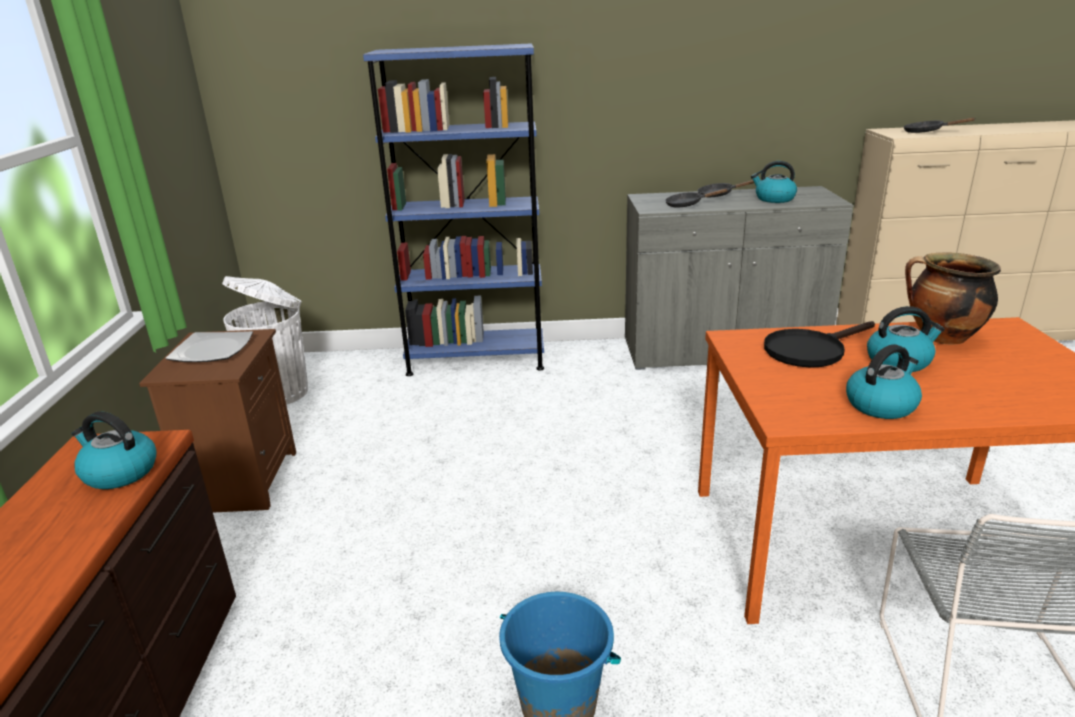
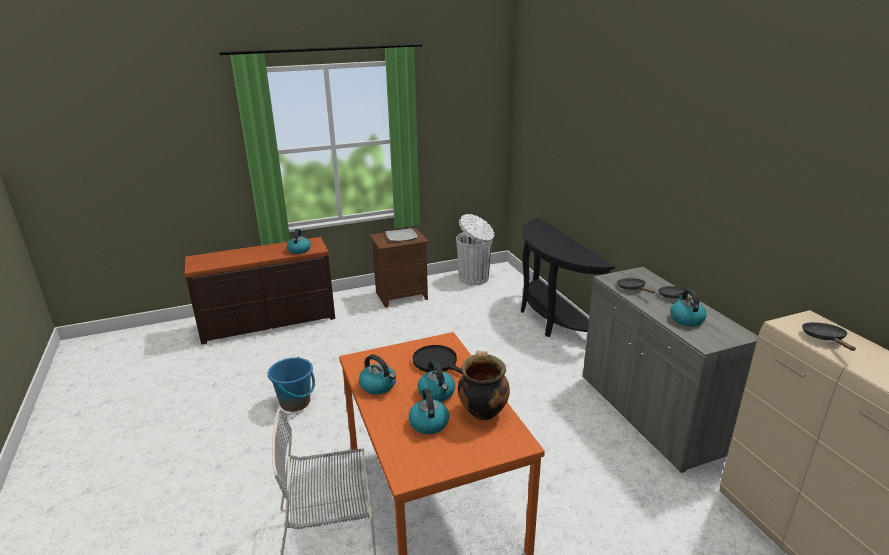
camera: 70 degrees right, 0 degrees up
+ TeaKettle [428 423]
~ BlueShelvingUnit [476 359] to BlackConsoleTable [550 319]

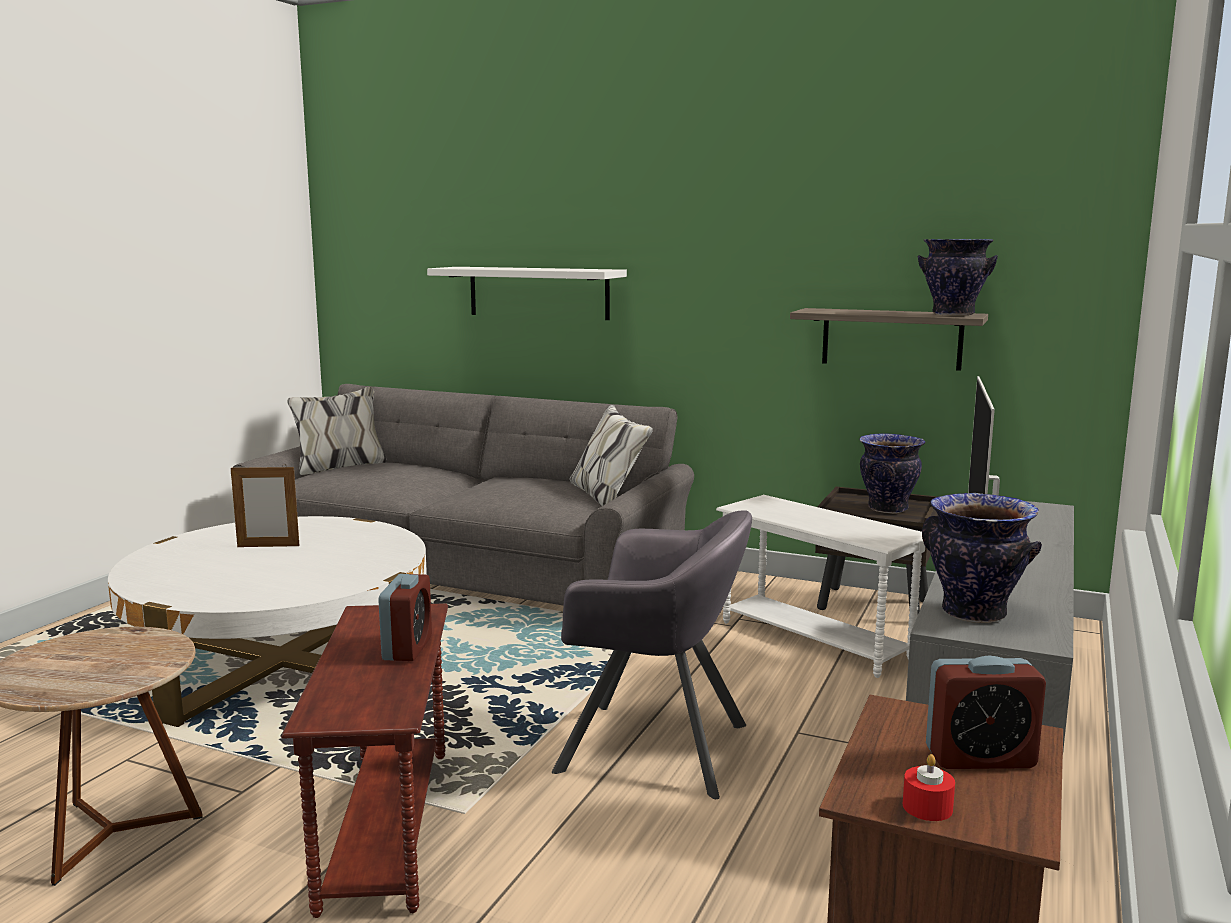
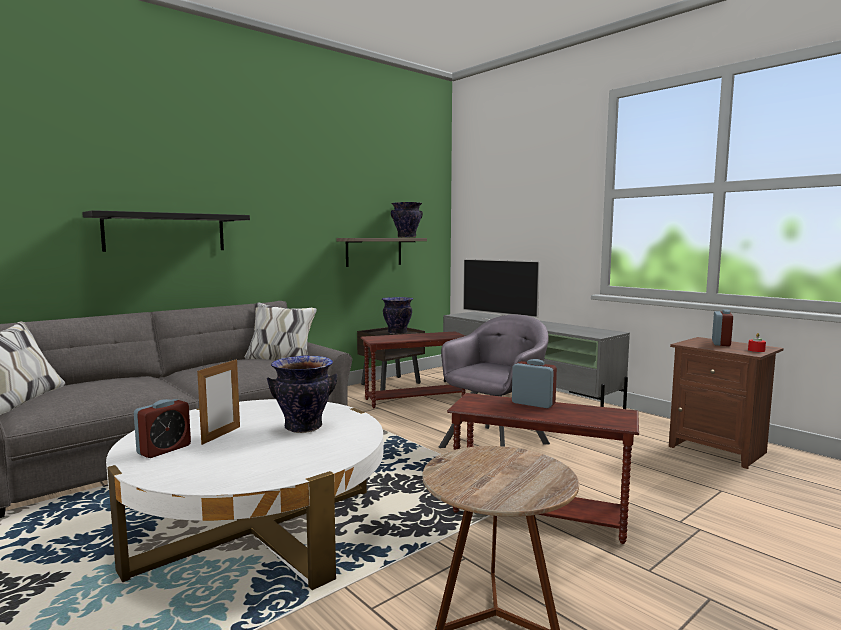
camera: 65 degrees left, 5 degrees down
~ WhiteWallShelf [538 292] to BlackWallShelf [165 232]
+ TableClock [164 449]
~ Vase [973 613] to [303 427]
~ WhiteSideTable [814 640] to BrownSideTable [415 399]

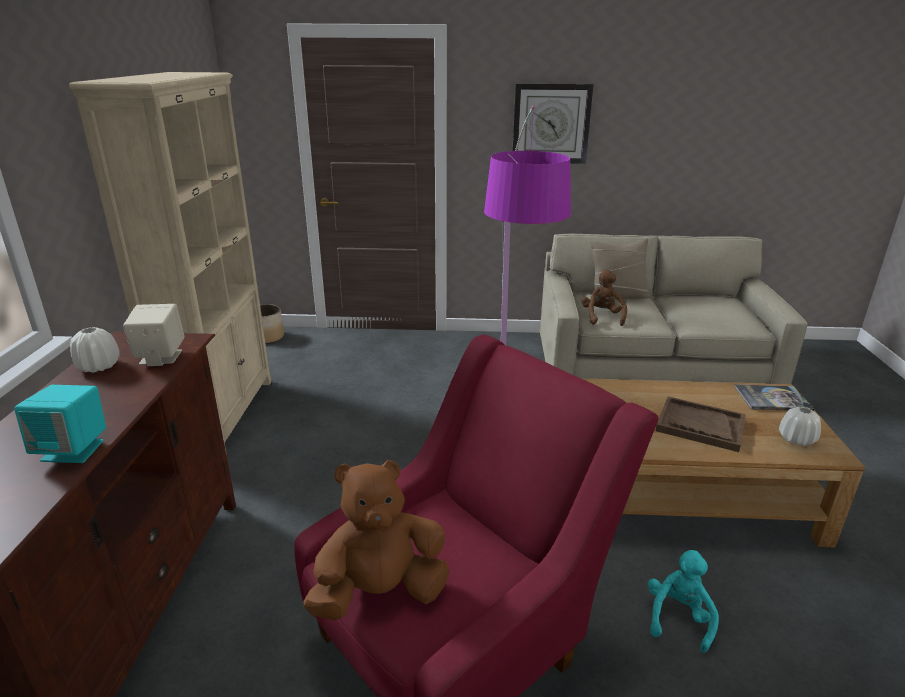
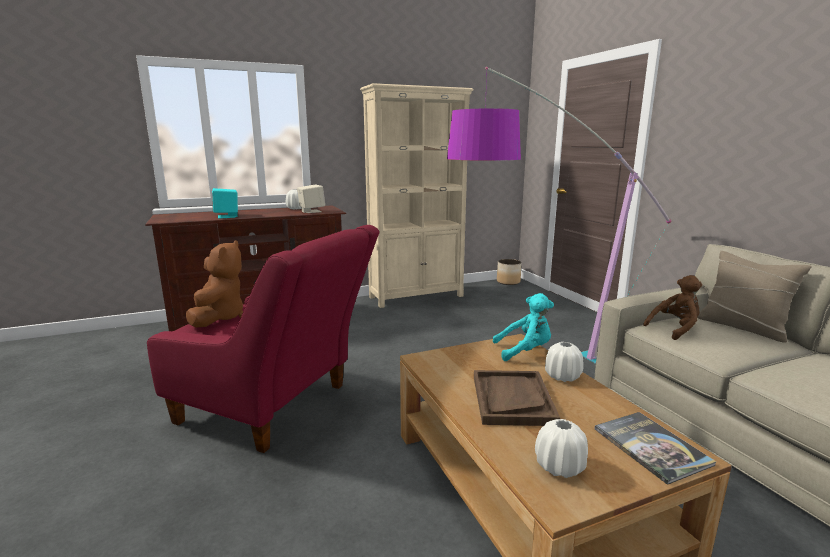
camera: 65 degrees right, 10 degrees down
~ BrownCuddlyToy [380 592] = [219 317] 45 degrees clockwise
~ TurquoiseColouredCuddlyToy [678 617] to [525 351]
+ WhiteVase [562 376]
- WallClock [551 124]

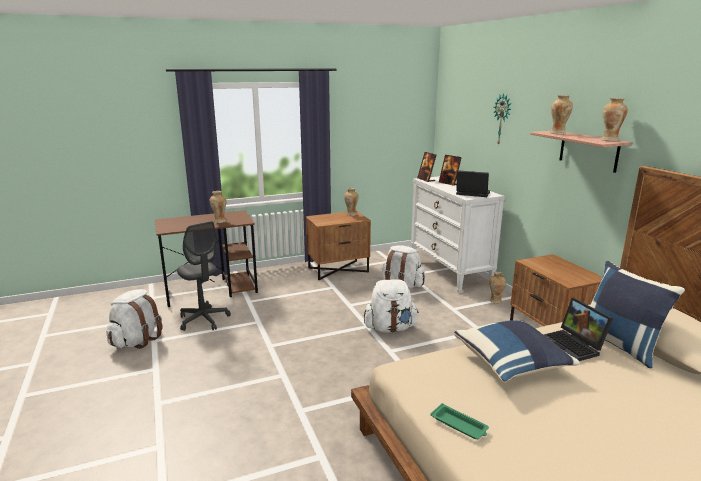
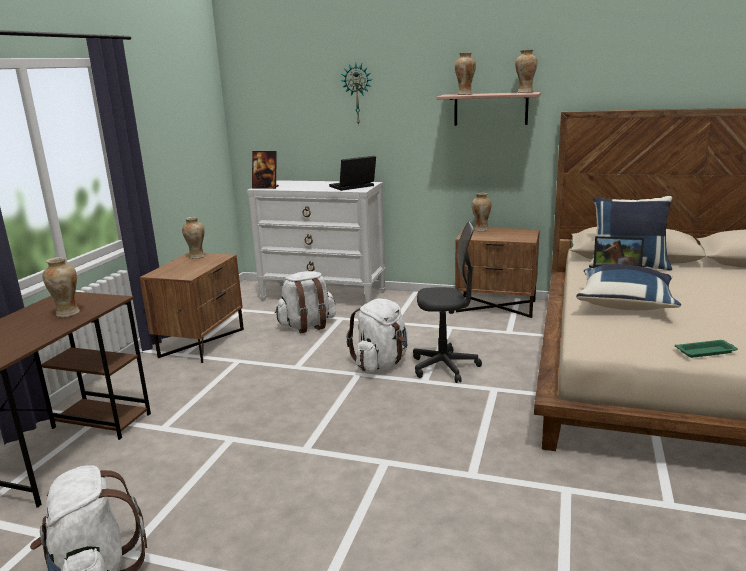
camera: 50 degrees left, 0 degrees up
~ GreyishDeskChair [204 320] to [444 367]
~ Vase [495 301] to [481 229]
- StandingFrame [449 183]

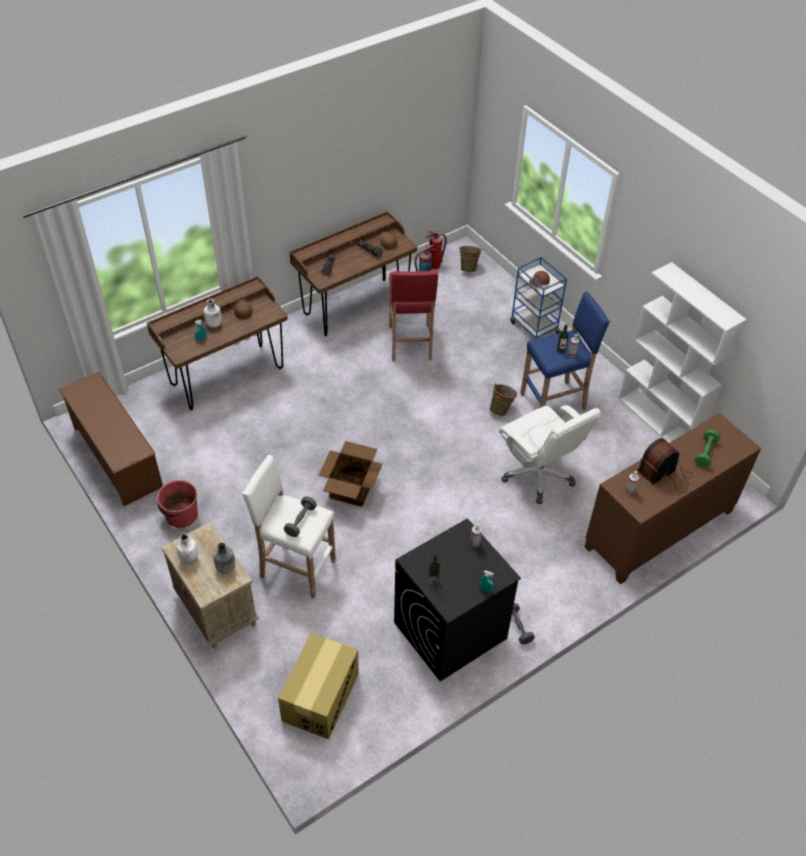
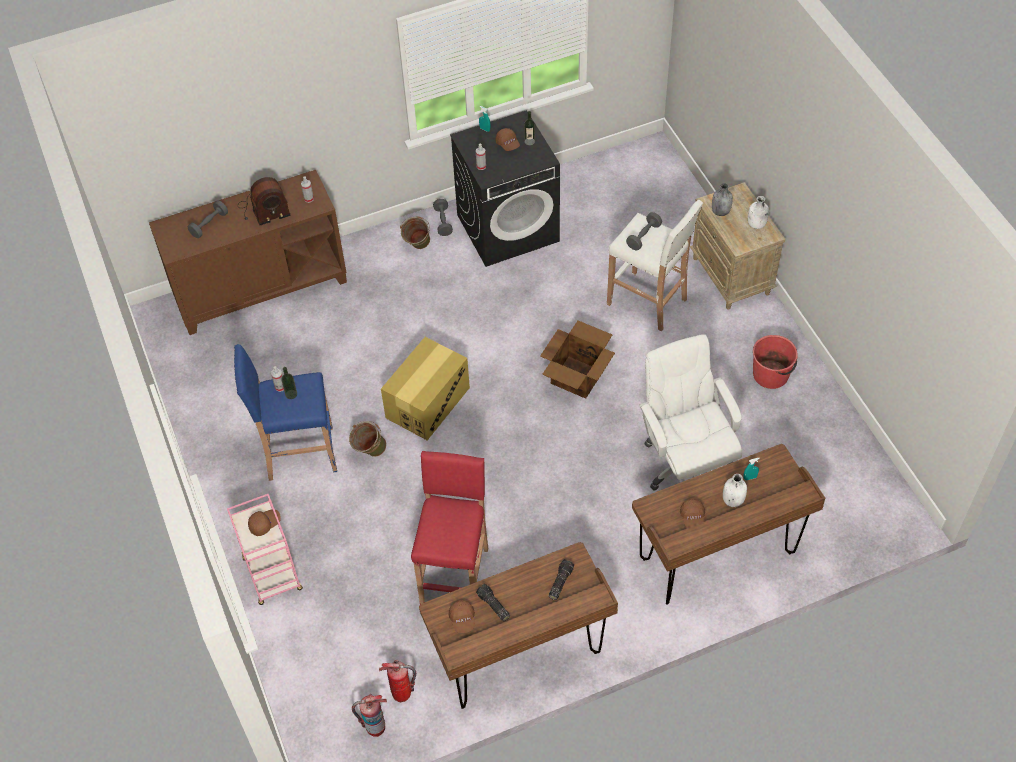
camera: 165 degrees left, 5 degrees up
~ GreenDumbbell [705 453] to GreyishDumbbell [209 224]
~ BlueWheeledCart [534 328] to PinkishWheeledCart [273 575]
~ Carton [320 697] to [428 402]
~ GreenBucket [469 268] to [417 247]
+ BrownBaseballCap [508 144]
~ WhiteDeskChair [538 474] to [685 463]
- BrownShoeShelf [117 457]
- WhiteShelvingUnit [659 421]

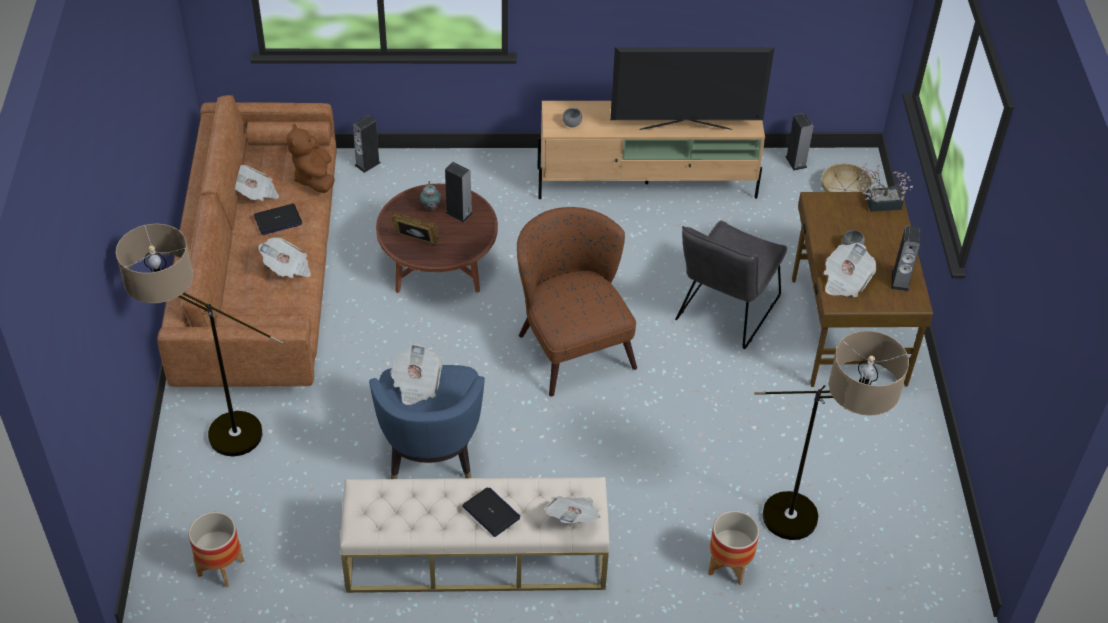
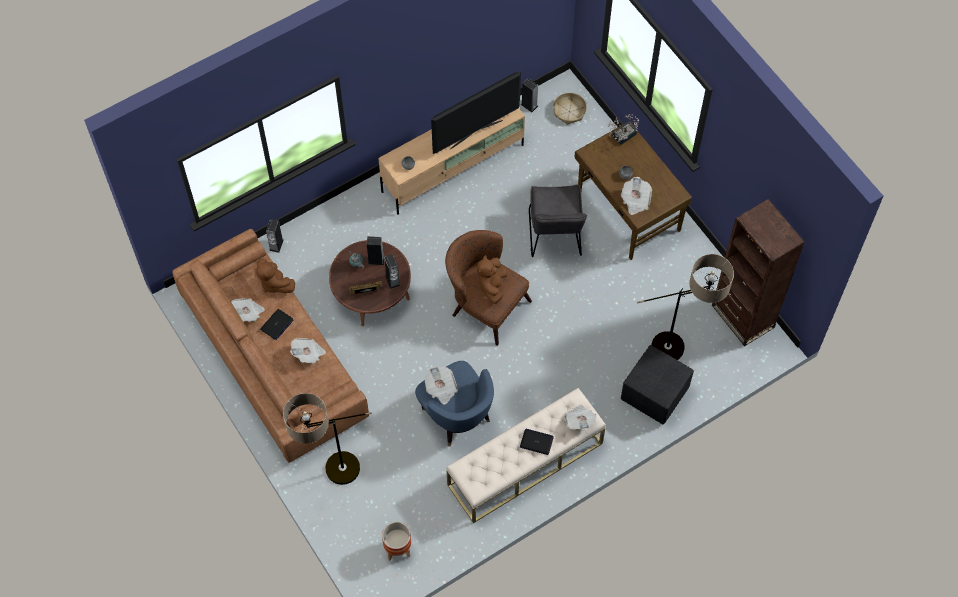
camera: 30 degrees left, 15 degrees up
~ Loudspeaker [900 281] to [392 280]
+ BrownCuddlyToy [492 285]
~ FlowerPot [729 566] to BlackFootrest [655 394]
+ BrownShelvingUnit [742 316]

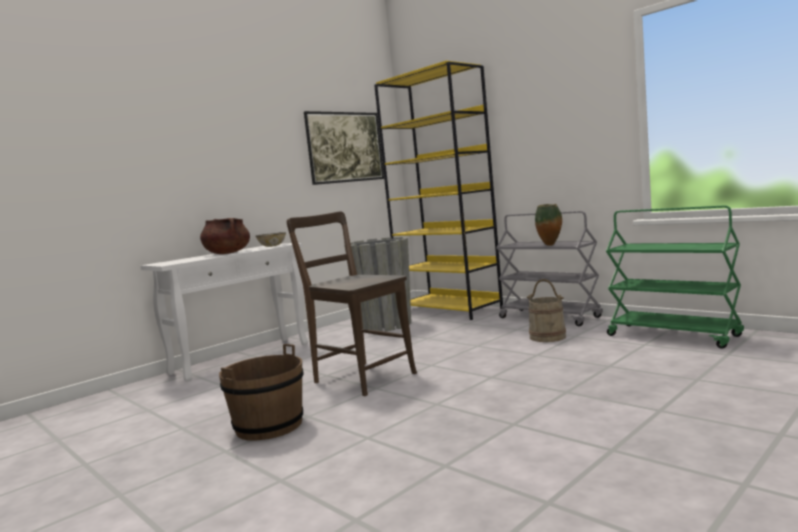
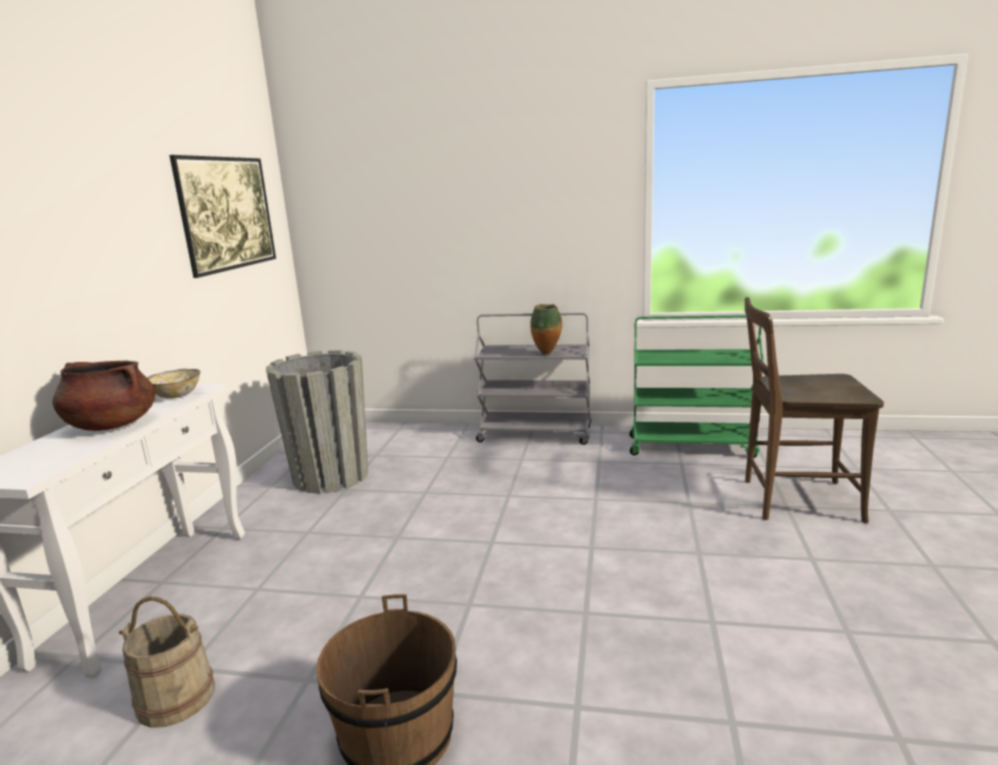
camera: 35 degrees left, 10 degrees up
~ BeigeBucket [547 337] to [176 697]
~ BrownPlainChair [361 377] to [794 500]
- YellowishShelvingUnit [450 310]

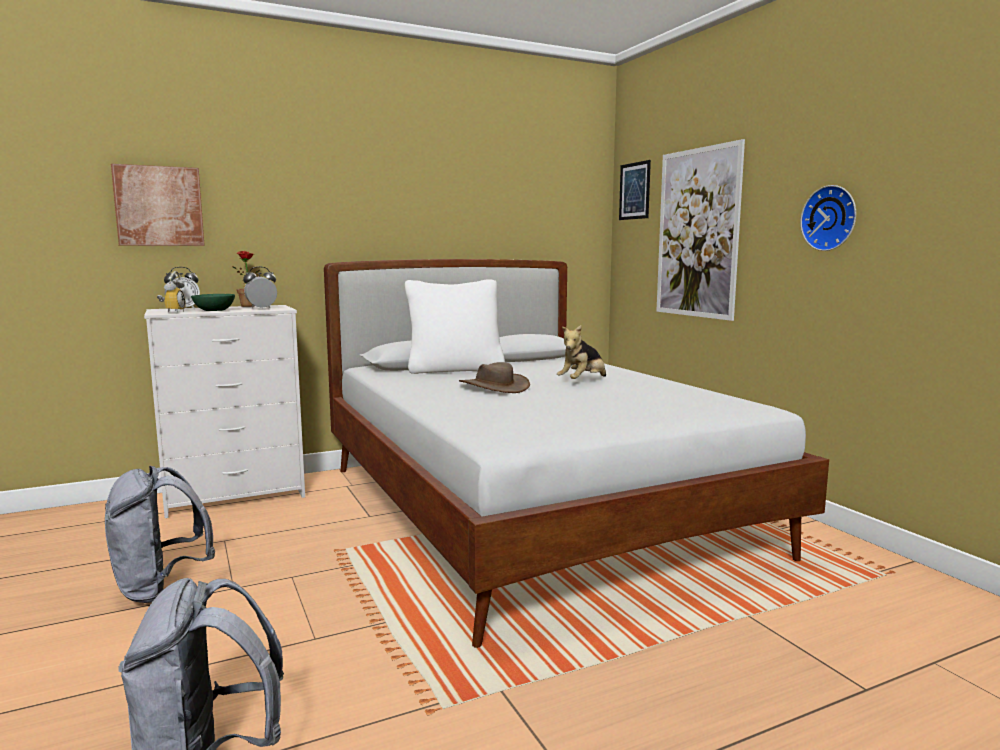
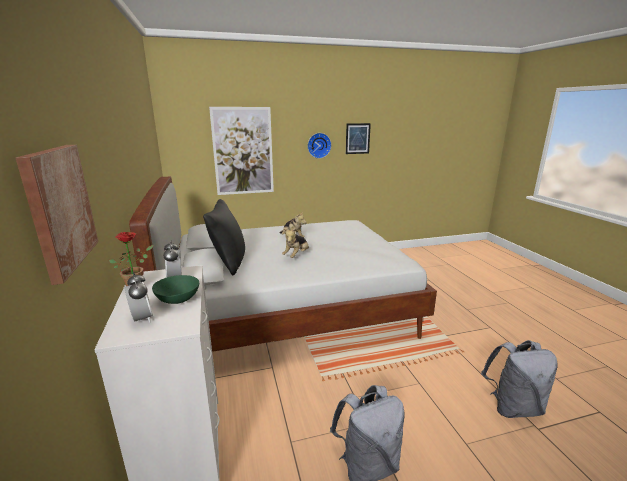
camera: 80 degrees left, 10 degrees up
~ WhitePillow [455 369] to BlackPillow [229 262]
~ BrownHat [494 386] to CuddlyToy [296 255]
~ WallArt [634 191] to [357 138]
- TableClock [172 311]

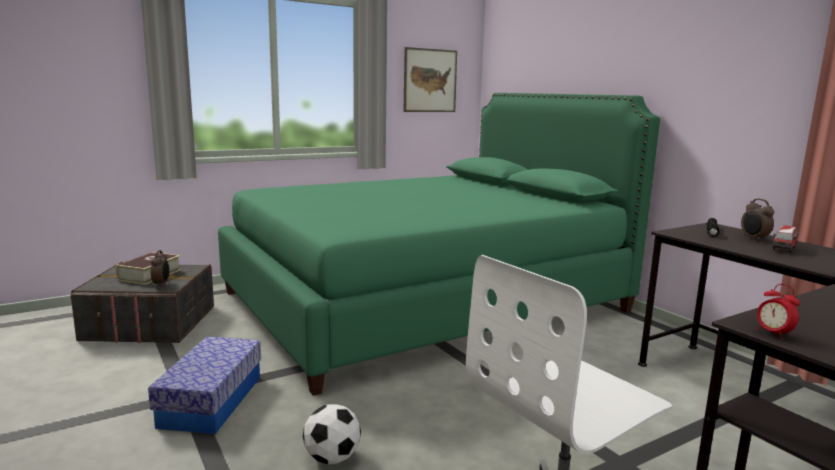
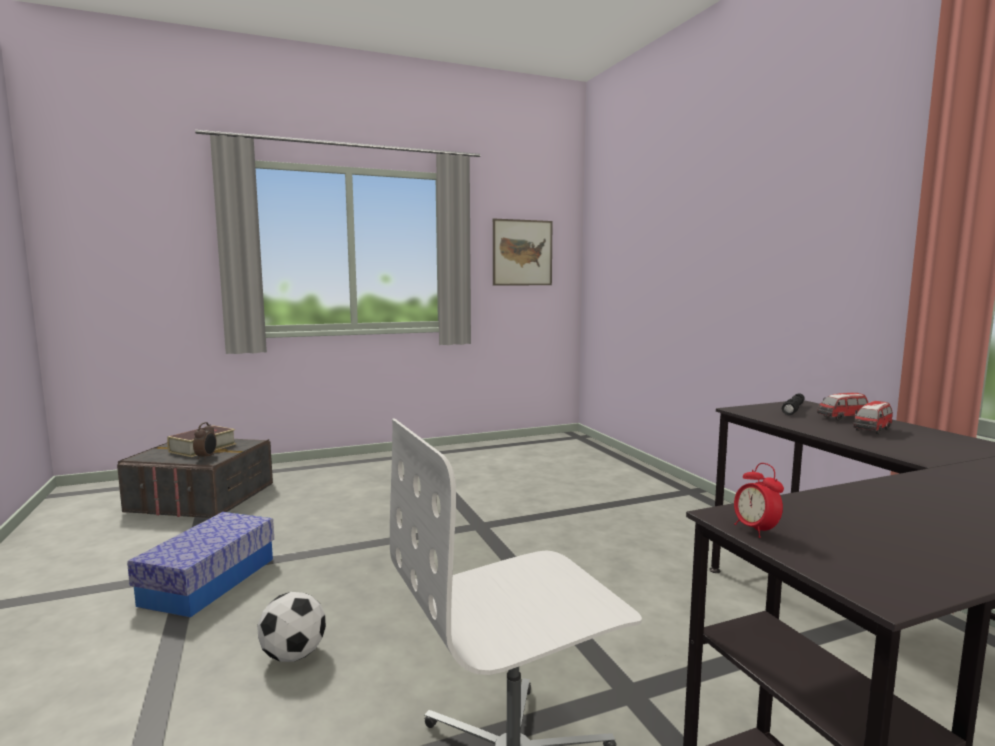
camera: 10 degrees right, 5 degrees down
~ TableClock [754 239] to ModelCar [842 418]
- GreenSleepingBed [424 302]

